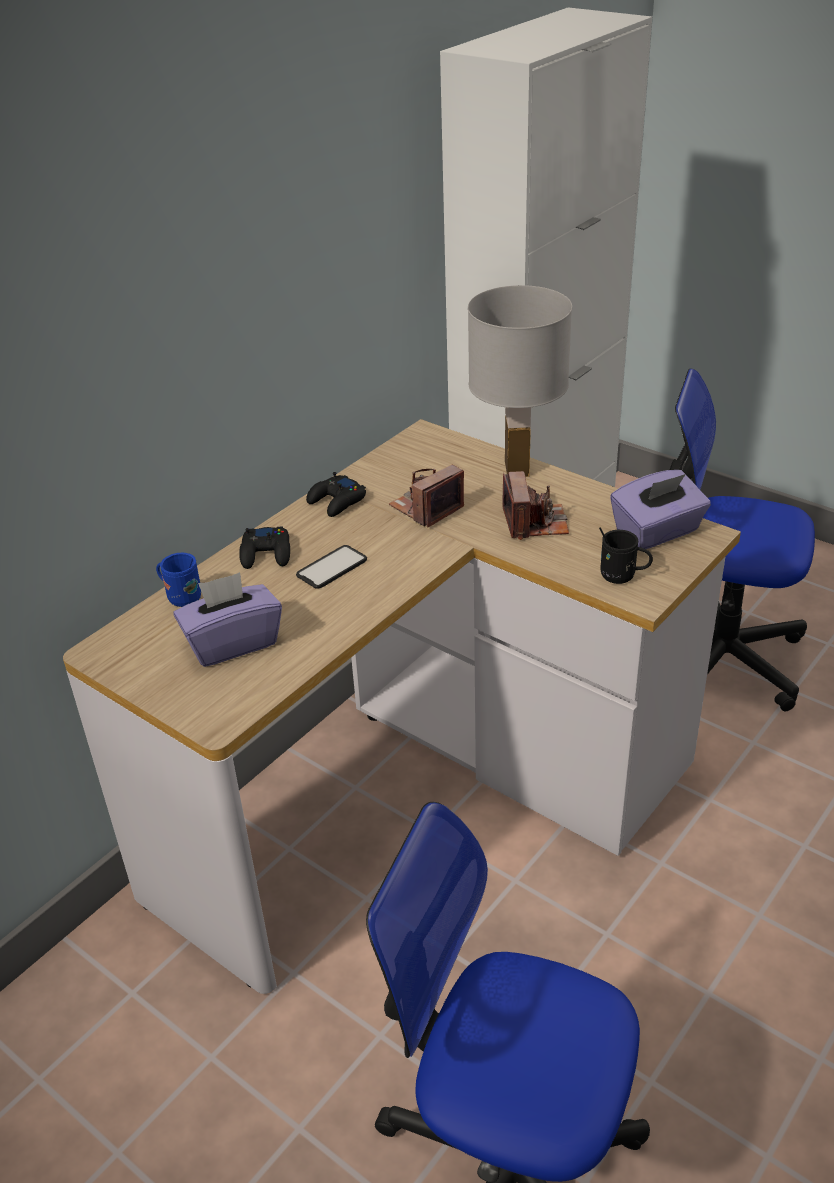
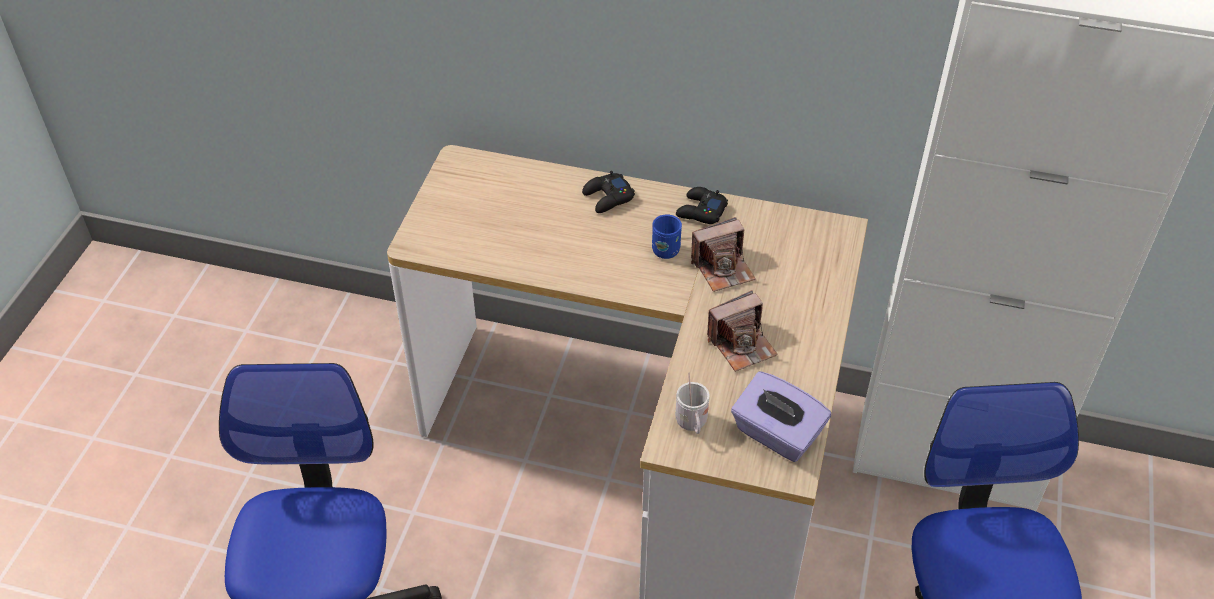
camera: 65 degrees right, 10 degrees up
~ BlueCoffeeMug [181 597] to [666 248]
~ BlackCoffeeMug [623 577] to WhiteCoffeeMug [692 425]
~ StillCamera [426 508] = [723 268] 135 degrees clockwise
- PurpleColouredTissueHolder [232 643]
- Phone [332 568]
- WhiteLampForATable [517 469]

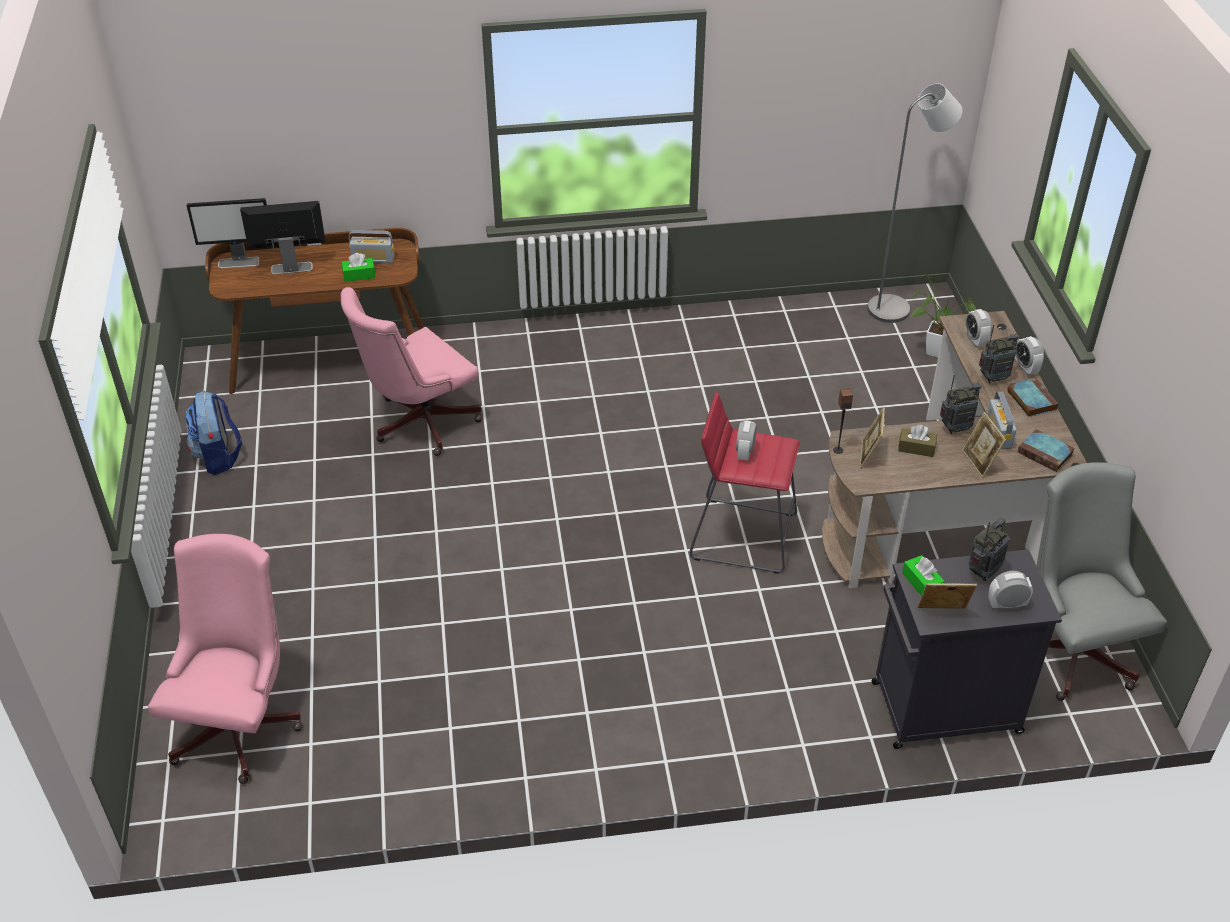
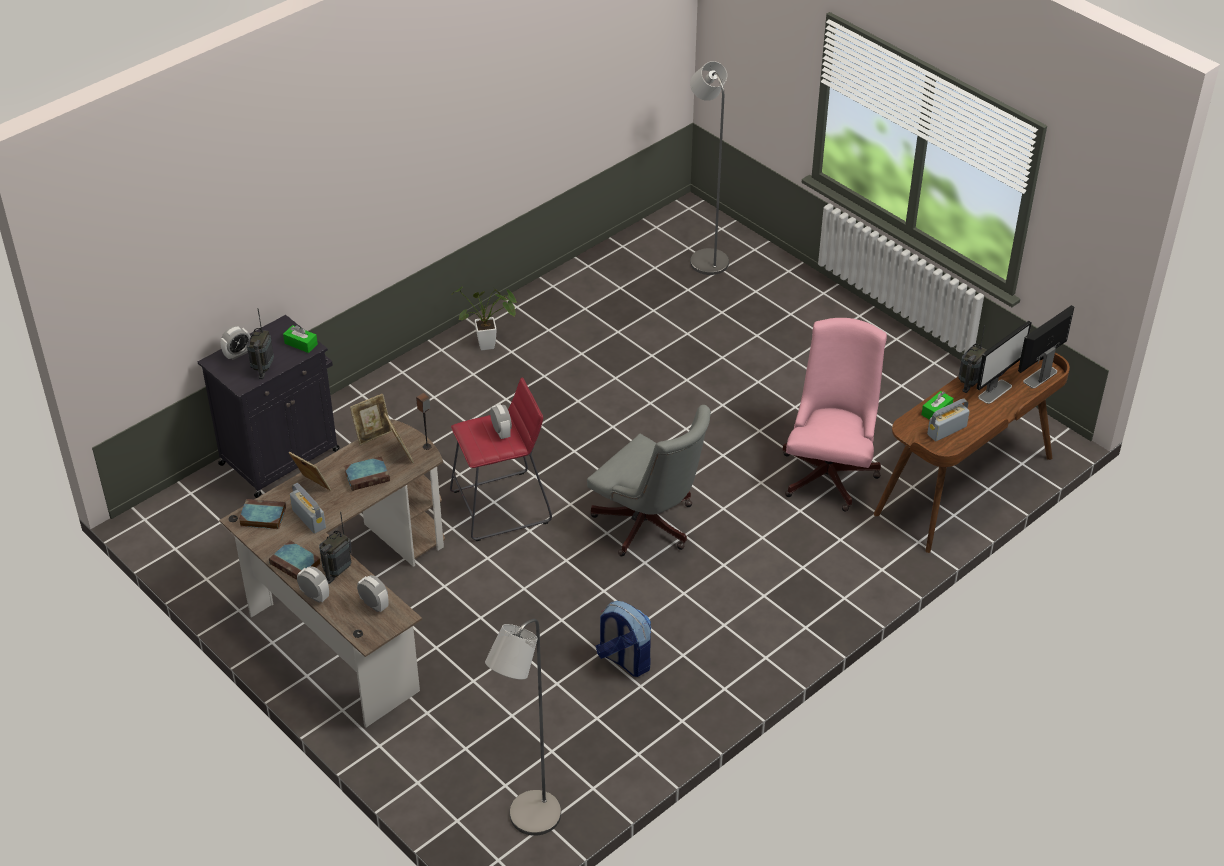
camera: 145 degrees right, 0 degrees up
~ BrownTissueHolder [916 448] to Volume [368 476]
~ StandingFrame [942 614] to [373 434]
~ PlantInAPot [930 351] to [491 345]
~ GreyishDeskChair [1071 647] to [649 527]
~ Knapsack [219 457] to [624 660]
~ PinkishDeskChair [240 723] to GreyishFloorLamp [706 258]
~ RadioSet [956 429] to [969 382]

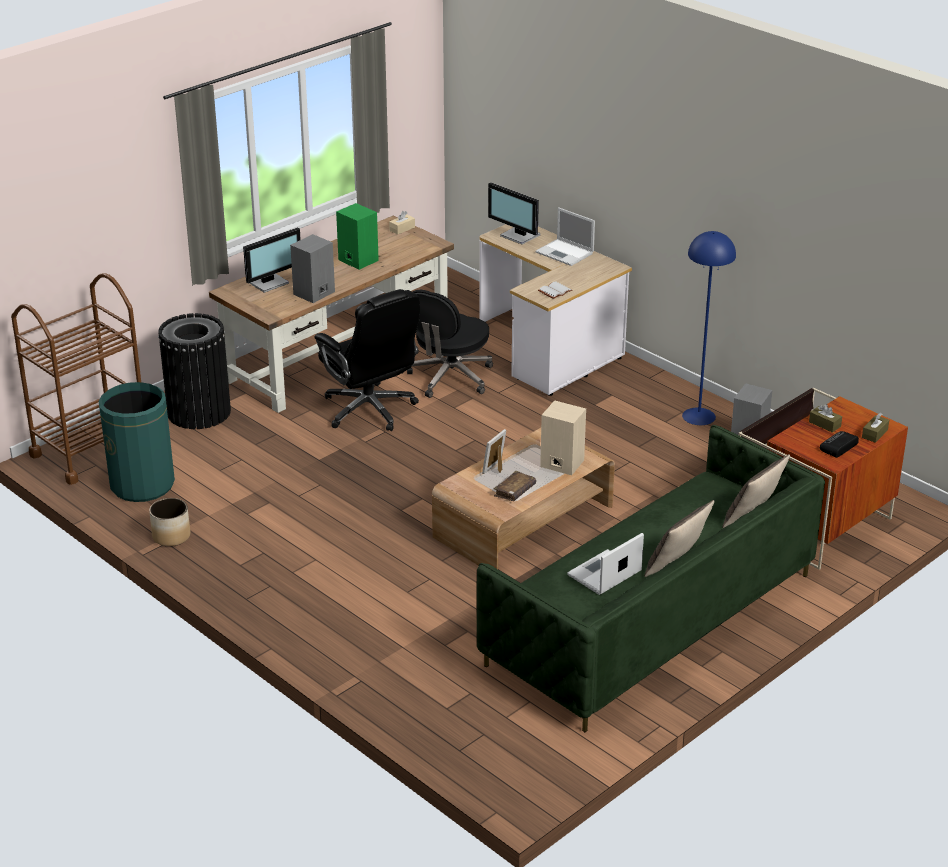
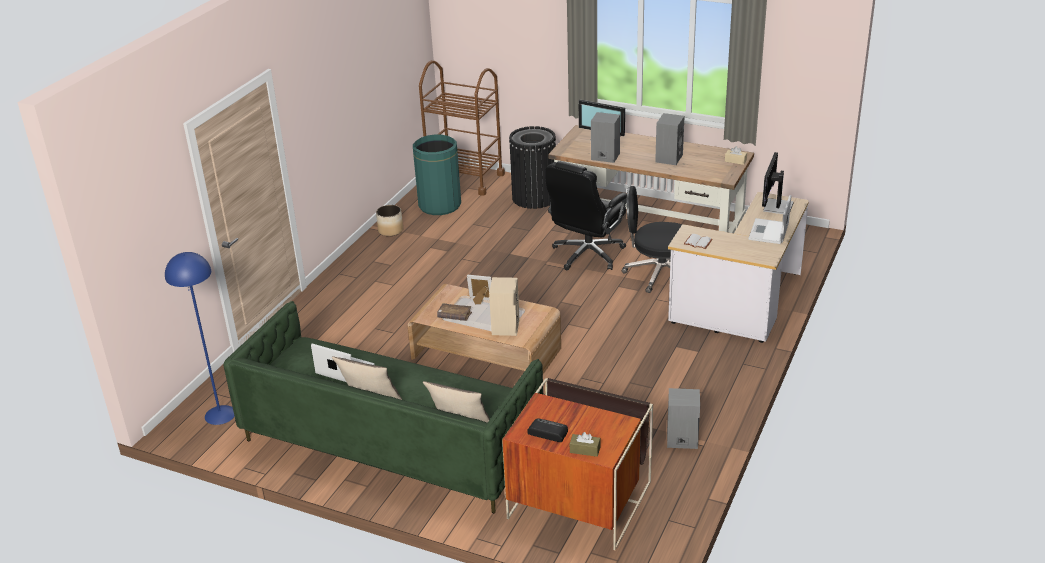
camera: 70 degrees right, 0 degrees up
~ BlueFloorLamp [698 416] to [220 414]
~ GreenLoudspeaker [357 260] to GreyishLoudspeaker [668 158]
- BrownTissueHolder [824 424]

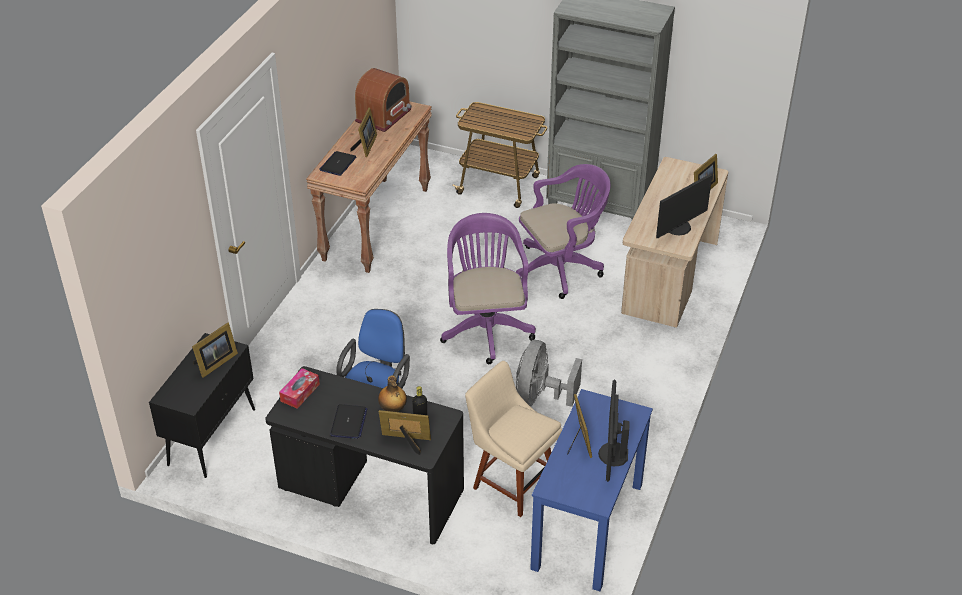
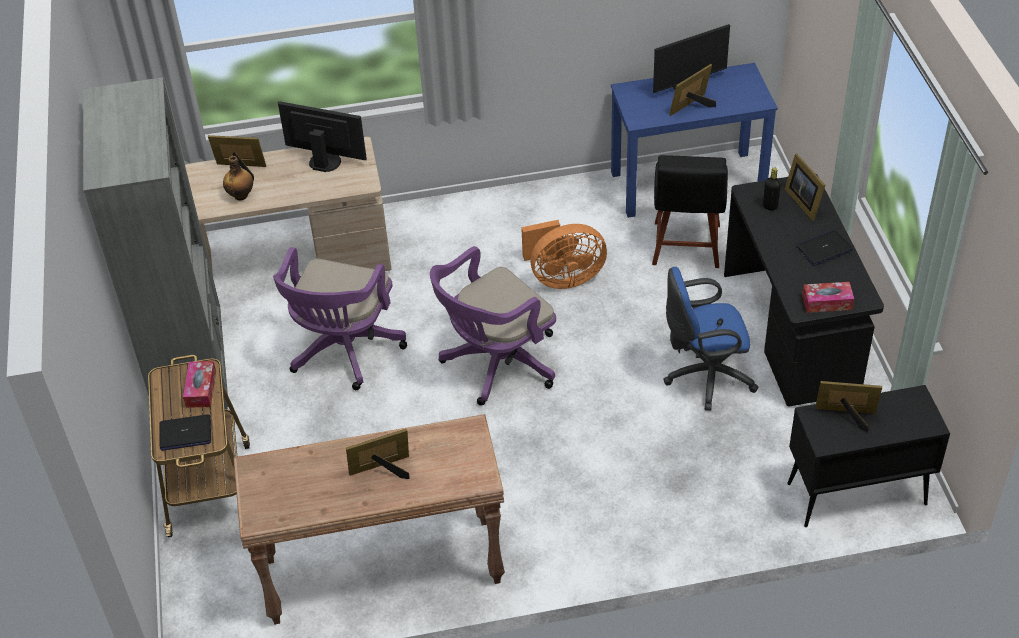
camera: 120 degrees left, 5 degrees up
~ PortableComputer [338 164] to [185 433]
+ TissueHolder [201 389]
~ BeverageBottle [392 410] to [241 195]
~ PurpleColouredDeskChair [561 268] = [343 352] 105 degrees counterclockwise
~ GreyishCoolingFan [540 397] to OrangeyCoolingFan [563 278]
~ BeigePlainChair [512 481] to BlackPlainChair [686 248]
- RadioSet [383 116]

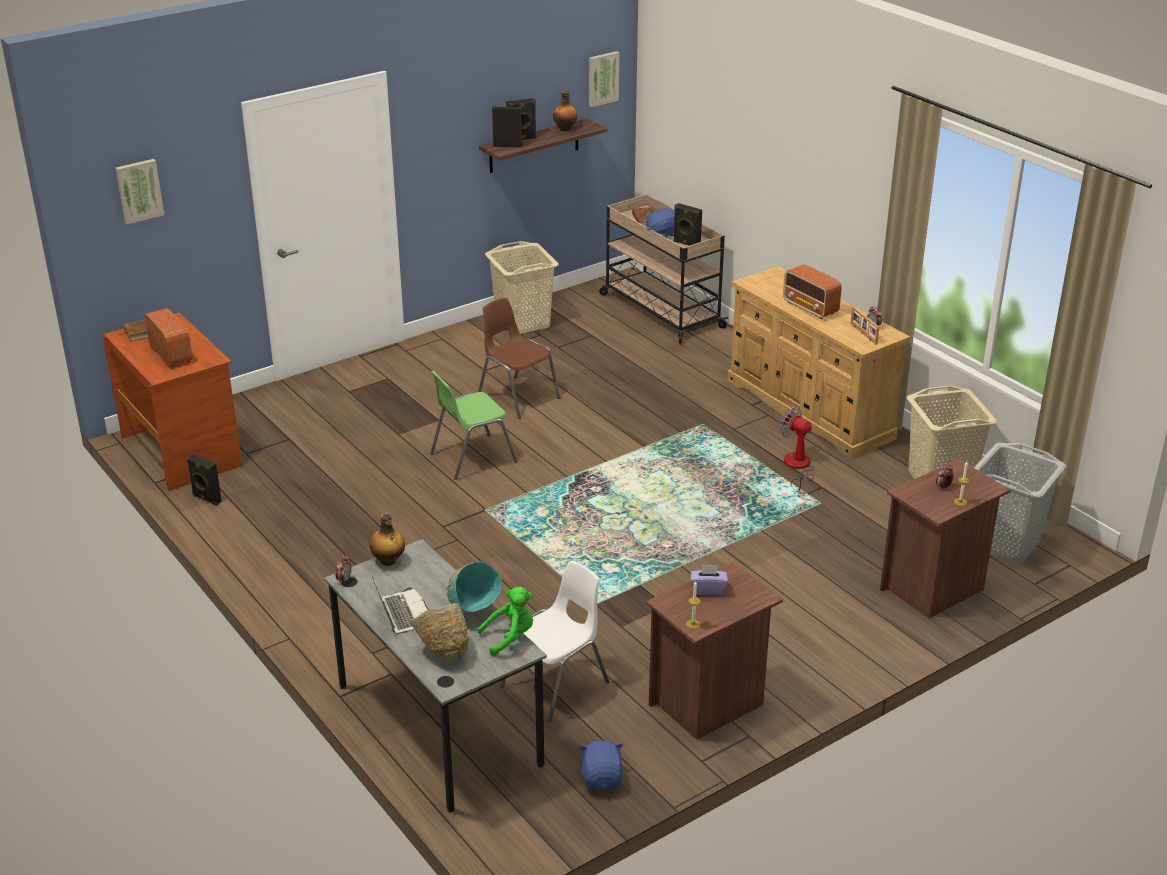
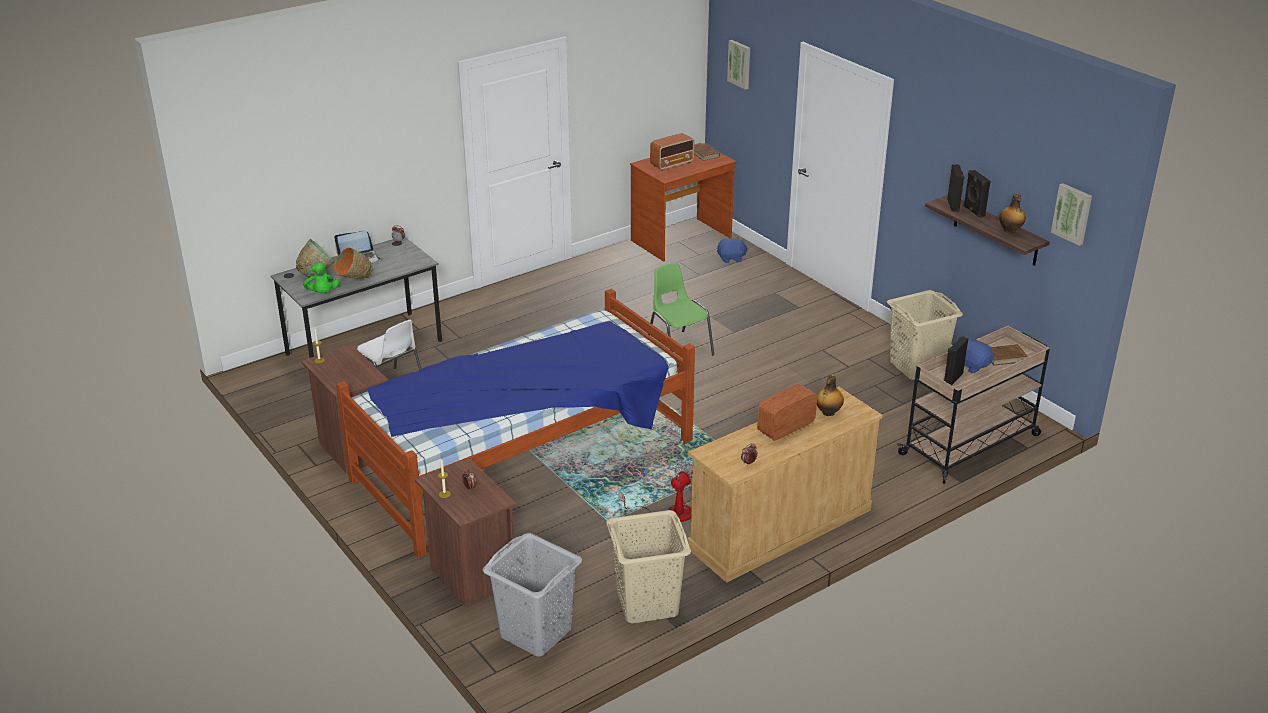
camera: 90 degrees right, 0 degrees up
~ TurquoiseColouredServingBowl [472 610] to OrangeyServingBowl [354 281]
+ SleepingBed [525 461]
~ BlueCuddlyToy [602 779] to [731 258]
~ BeverageBottle [388 561] to [828 413]
- BlackLoudspeaker [206 499]
- BrownPlainChair [517 396]
- PurpleColouredTissueHolder [708 589]
- StandingFrame [863 333]

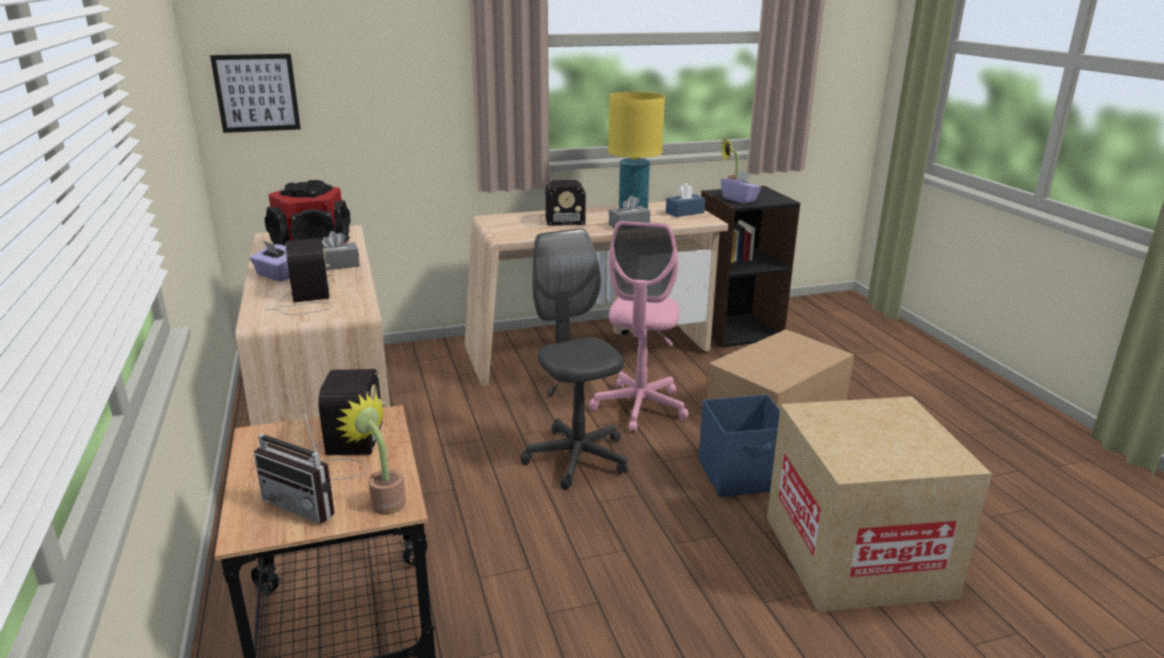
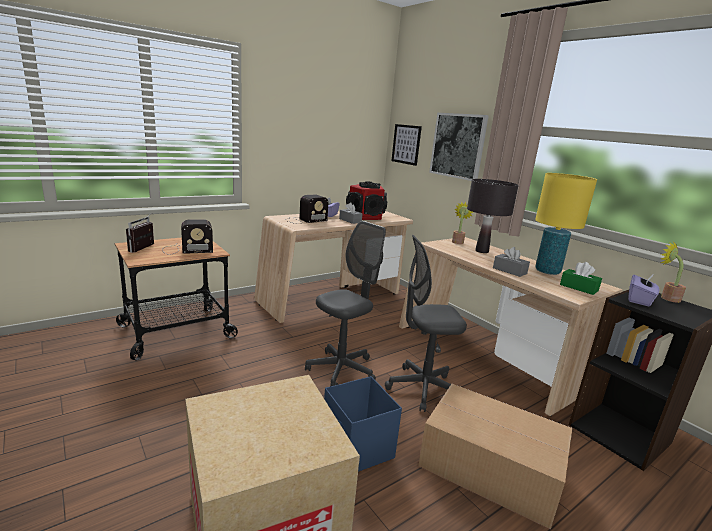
camera: 70 degrees right, 5 degrees down
~ PinkishDeskChair [640 408] to GreyishDeskChair [422 388]
+ WallArt [458 146]
~ PlantInAPot [383 501] to [458 241]
~ RadioSet [551 221] to BlackLampForATable [482 251]
~ BlueTissueHolder [684 212] to GreenTissueHolder [578 288]

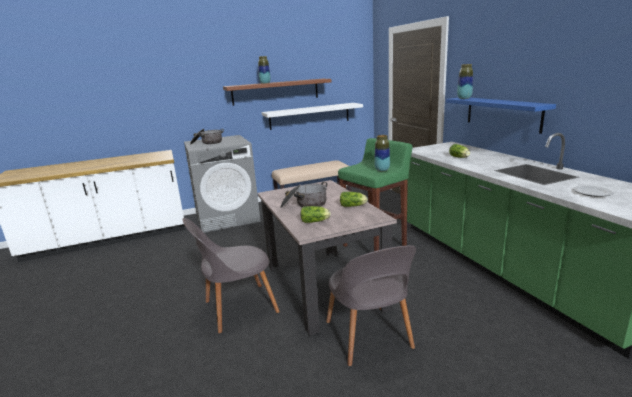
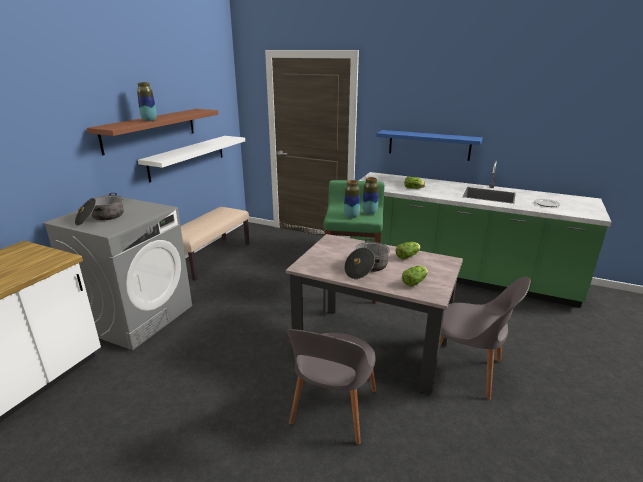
camera: 45 degrees left, 5 degrees up
~ Vase [464 98] to [351 216]

